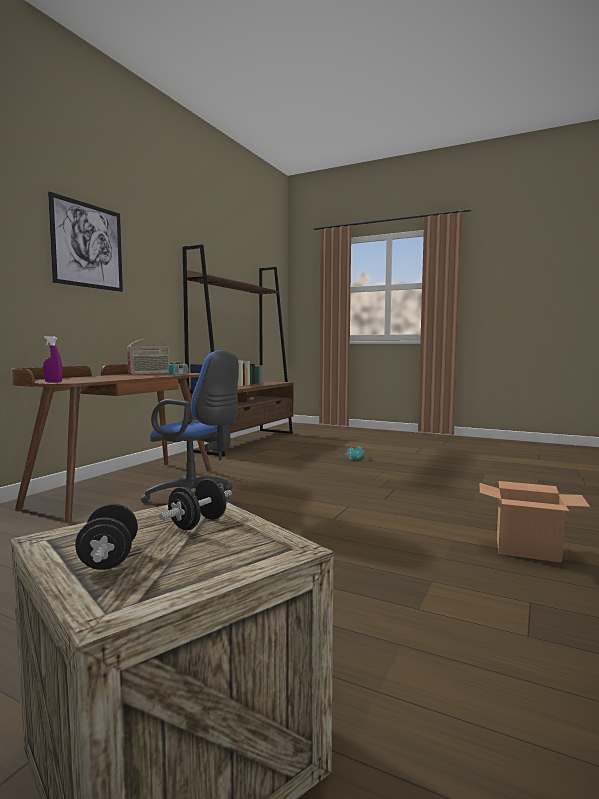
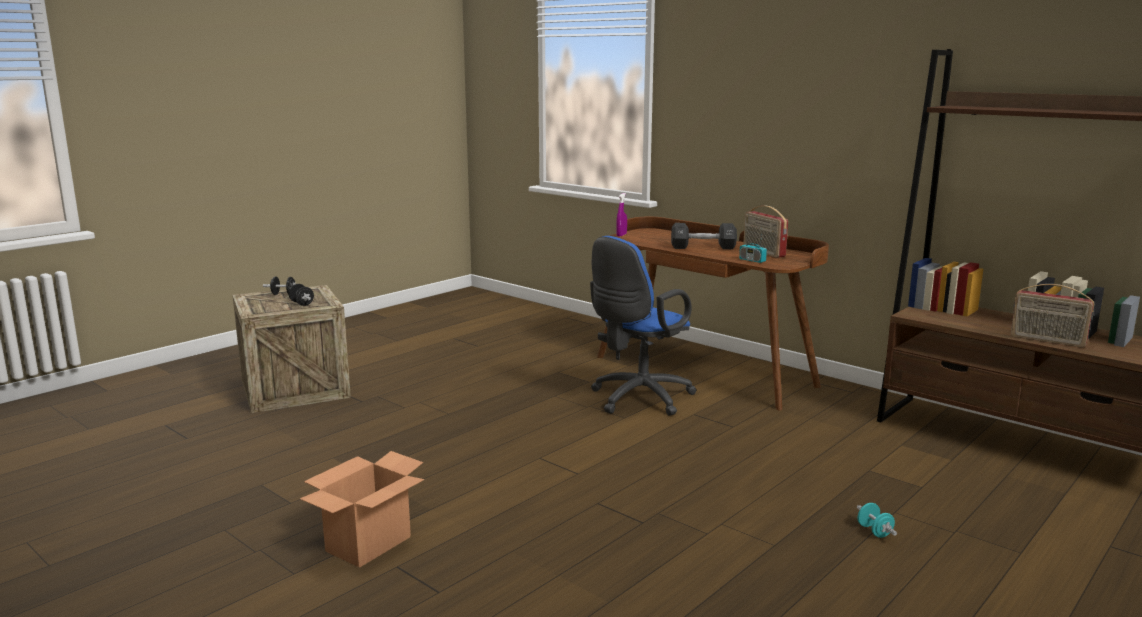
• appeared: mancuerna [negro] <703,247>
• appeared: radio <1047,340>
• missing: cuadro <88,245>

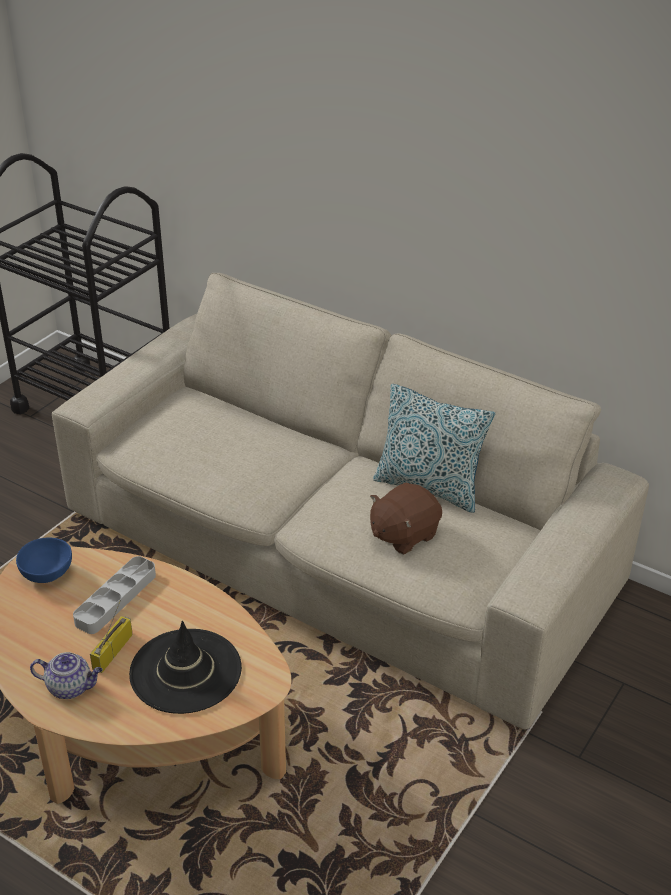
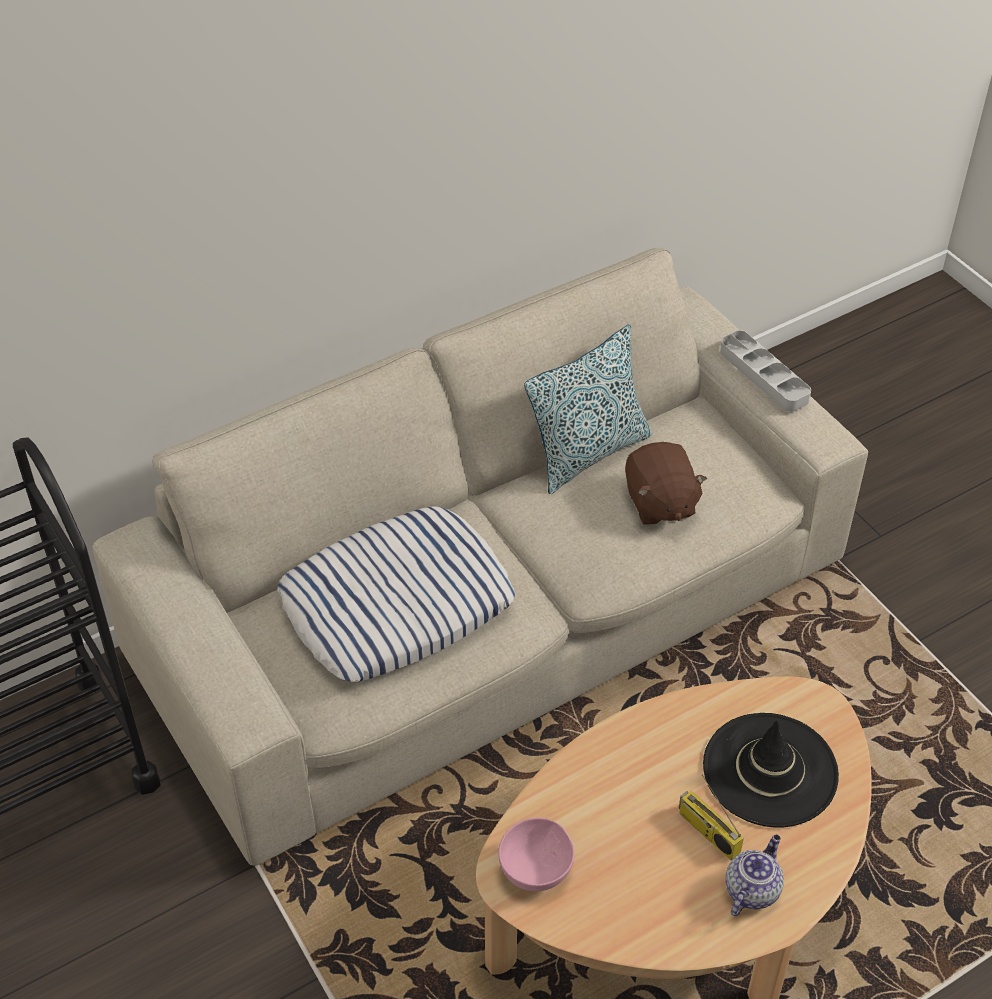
• appeared: cojín <397,603>
• colour: cuenco [azul] <48,574> to cuenco [rosa] <537,868>
• relocated: bandeja [gris] <116,599> to <764,375>

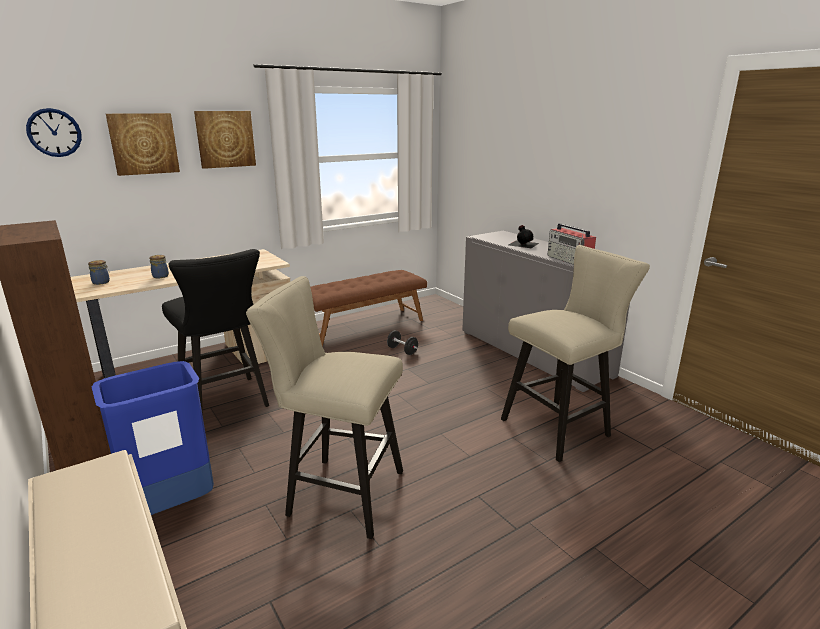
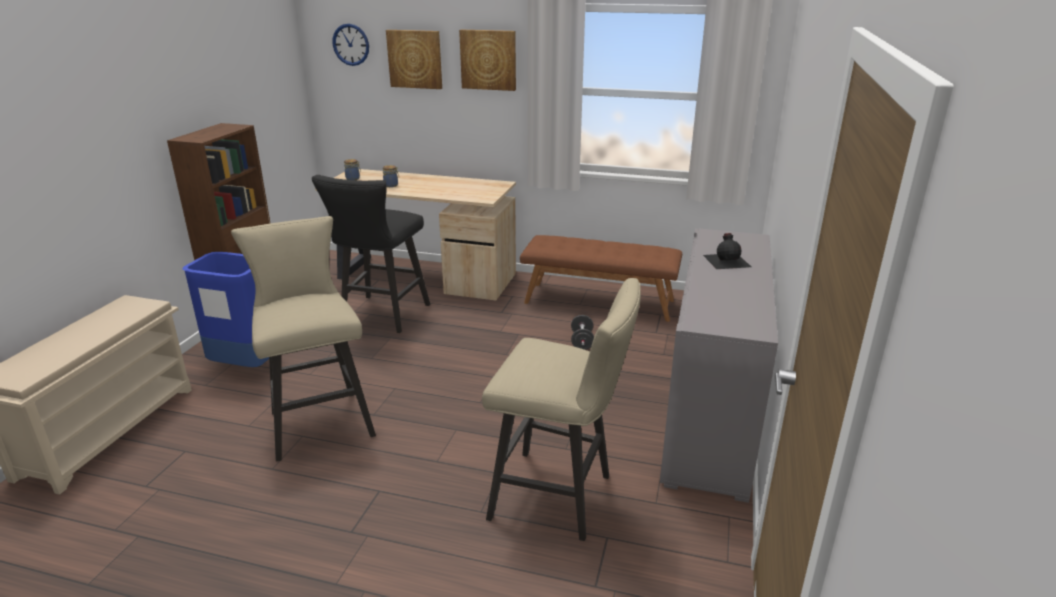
• missing: radio <569,260>

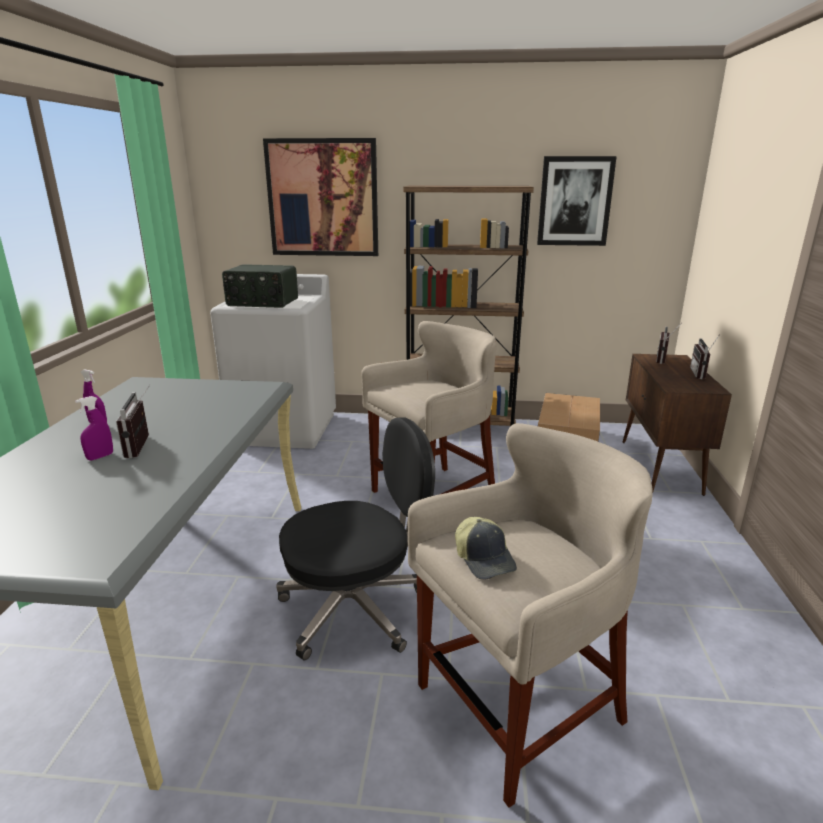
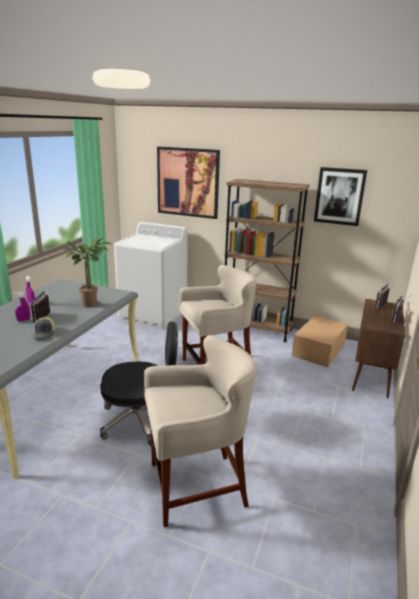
• relocated: gorra <485,559> to <45,333>
• appeared: planta en maceta <91,303>
• missing: radio <262,302>

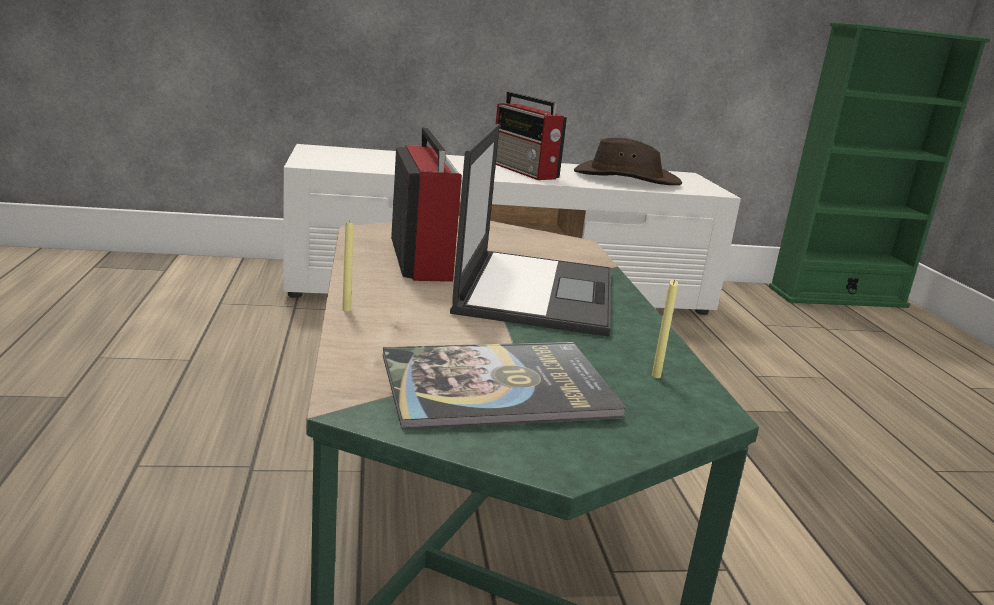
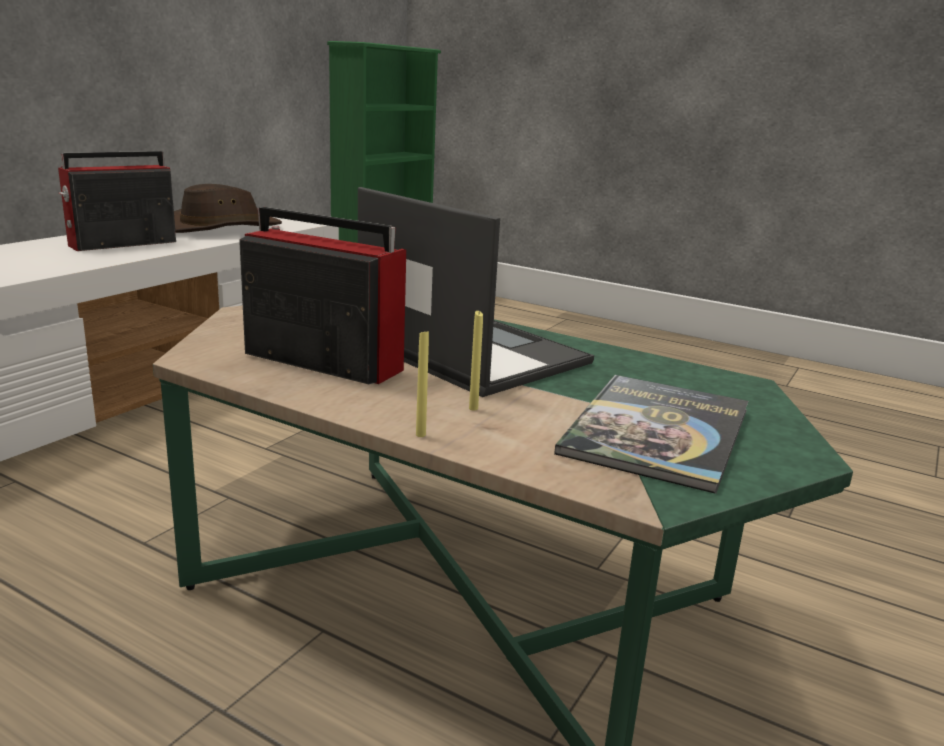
• spun: radio <525,171> = <121,244> 135 degrees clockwise
• relocated: vela [amarillo] <656,376> to <473,408>

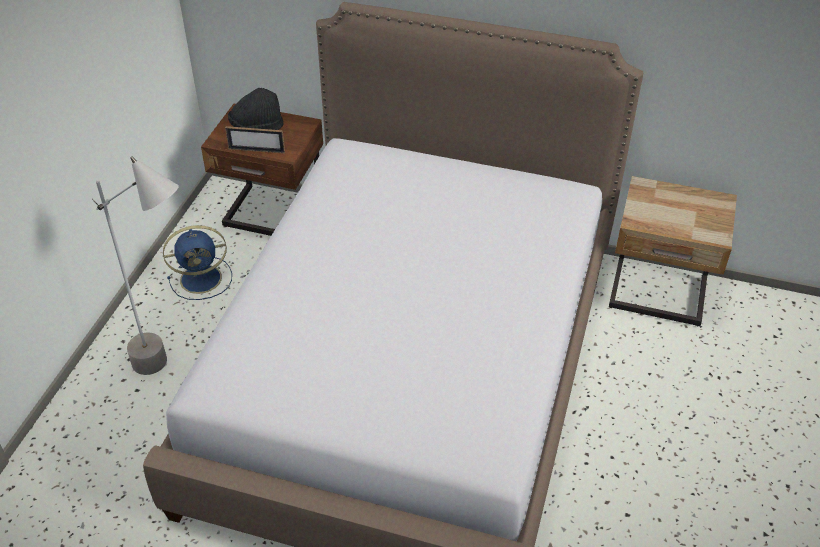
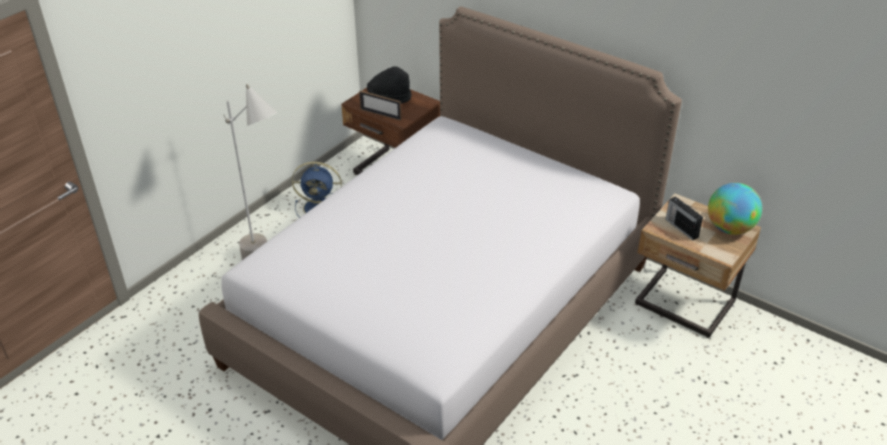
• appeared: radio <681,227>
• appeared: globo terráqueo <730,228>

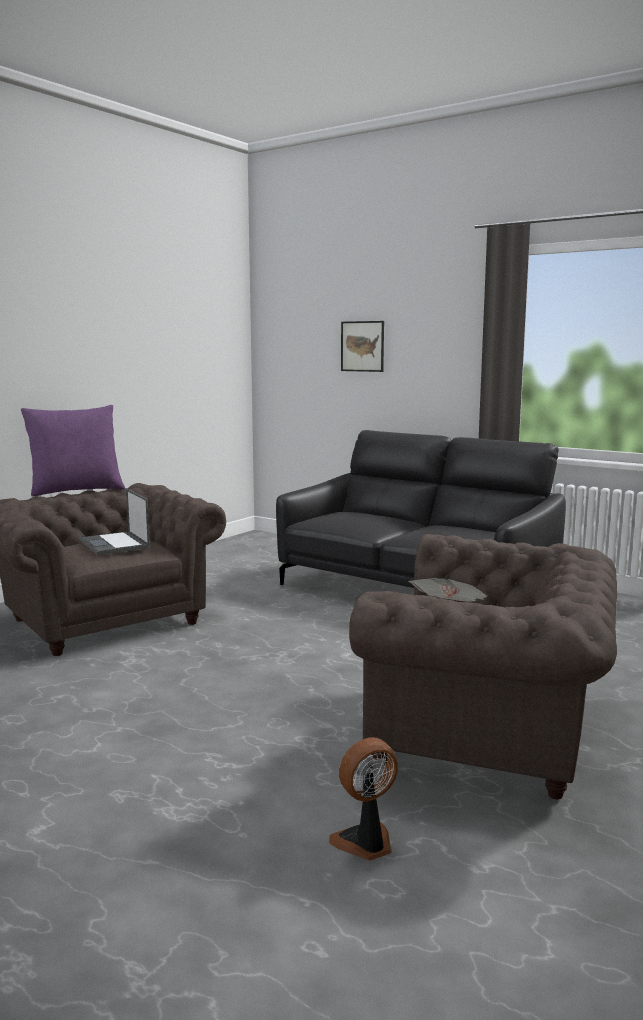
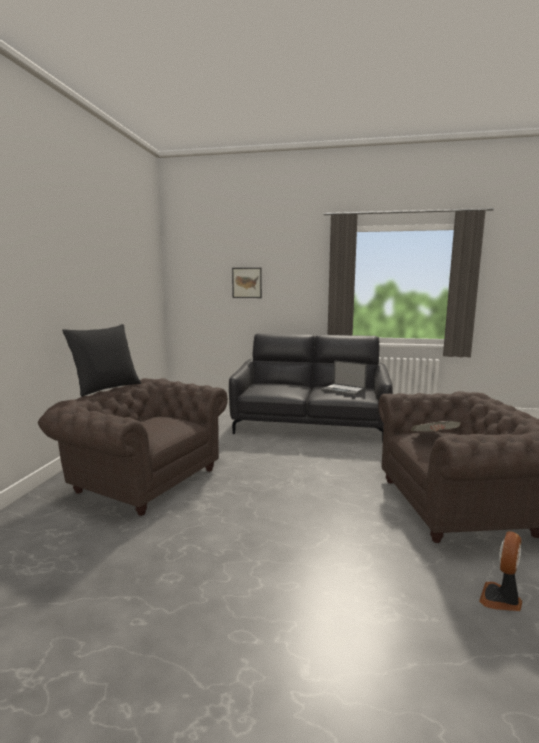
• colour: cojín [morado] <76,490> to cojín [negro] <106,388>
• relocated: portátil <115,544> to <344,390>

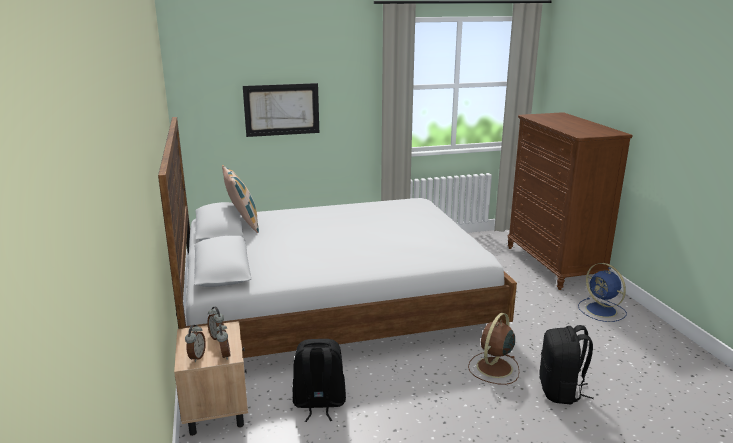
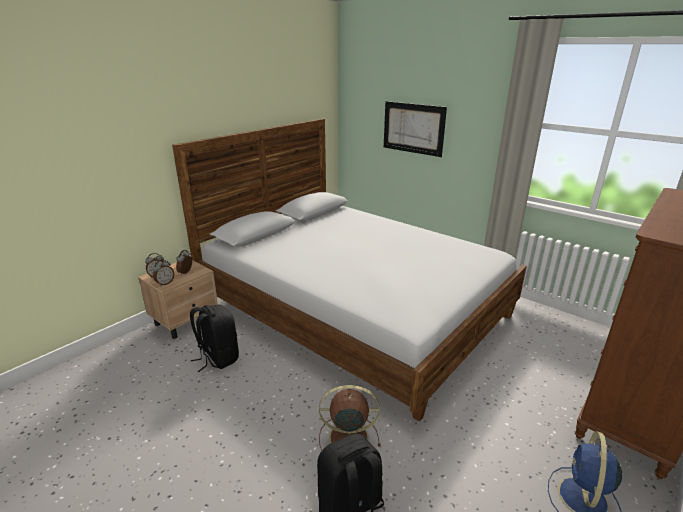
• missing: cojín <242,224>

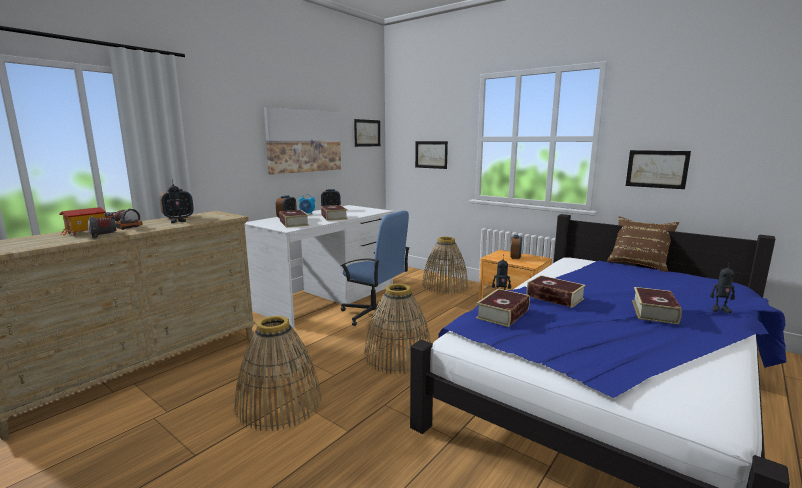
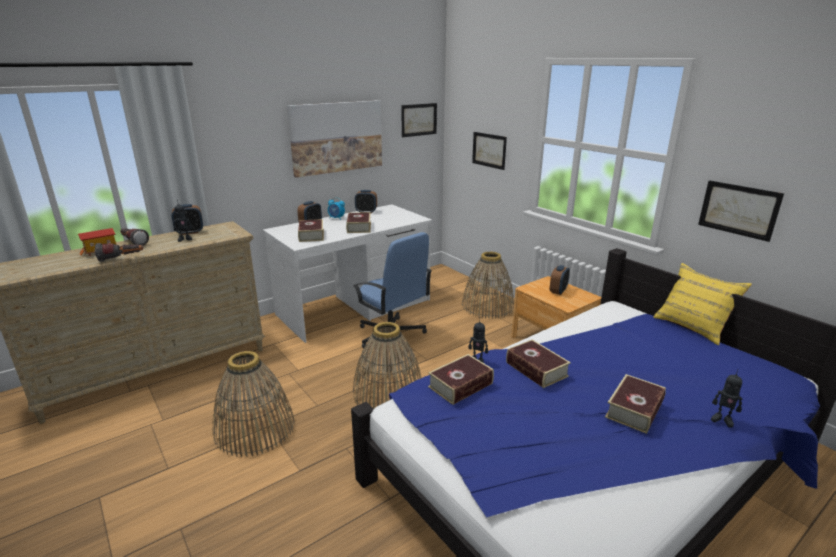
• colour: cojín [marrón] <639,264> to cojín [amarillo] <693,326>

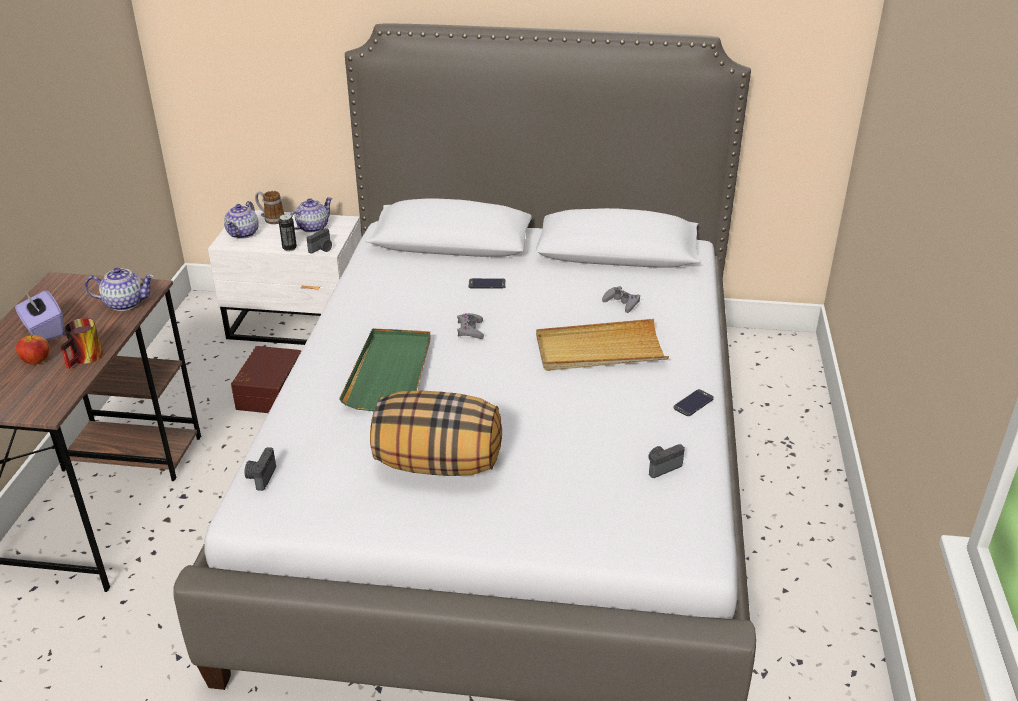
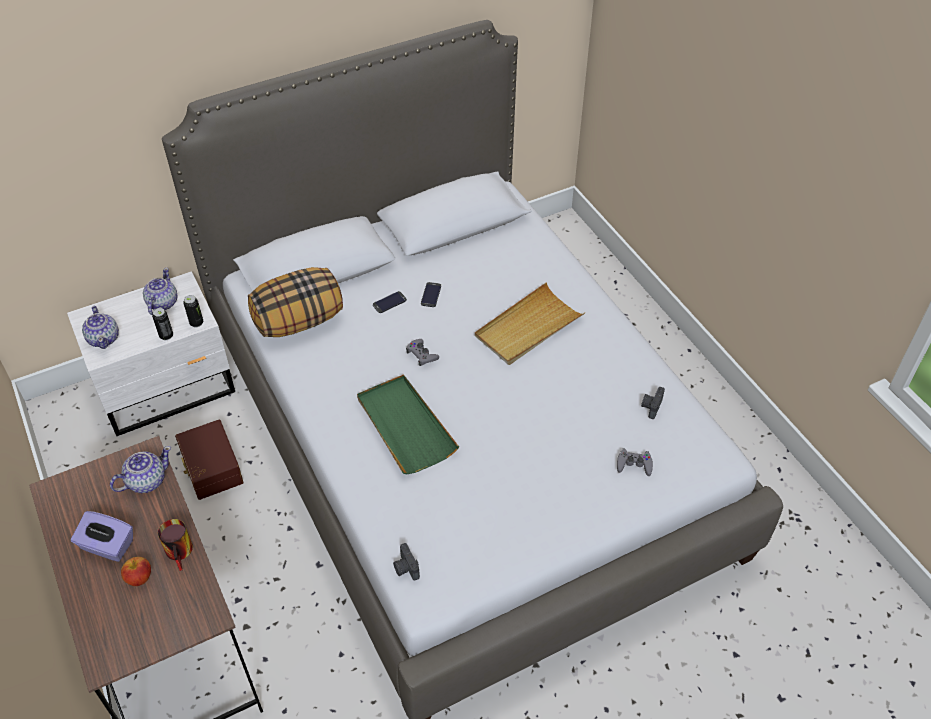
• exchanged: cámara <322,249> to lata <196,323>
• relocated: cojín <438,463> to <299,321>
• relocated: móvil <693,403> to <431,295>
• relocated: mando de consola [gris] <621,302> to <634,465>
• missing: taza grande <271,219>

